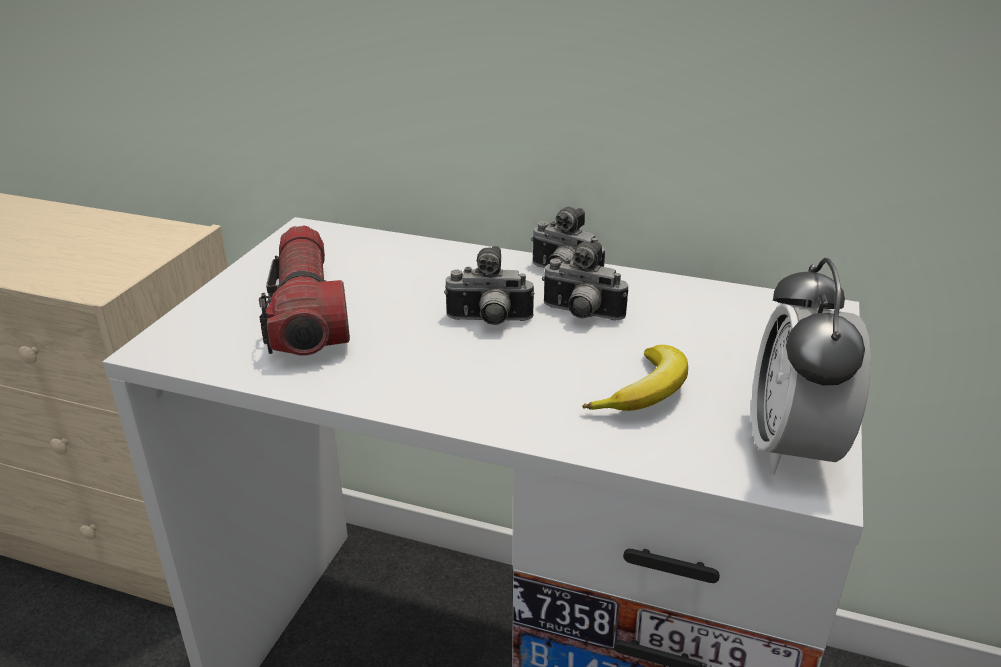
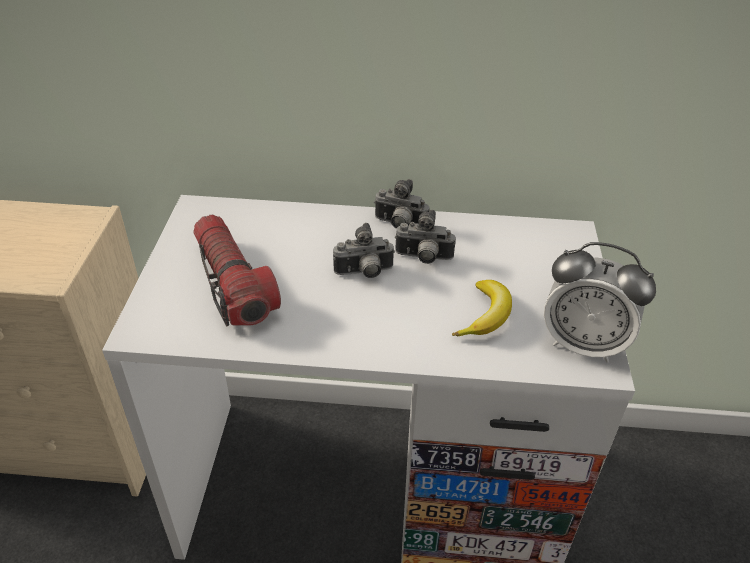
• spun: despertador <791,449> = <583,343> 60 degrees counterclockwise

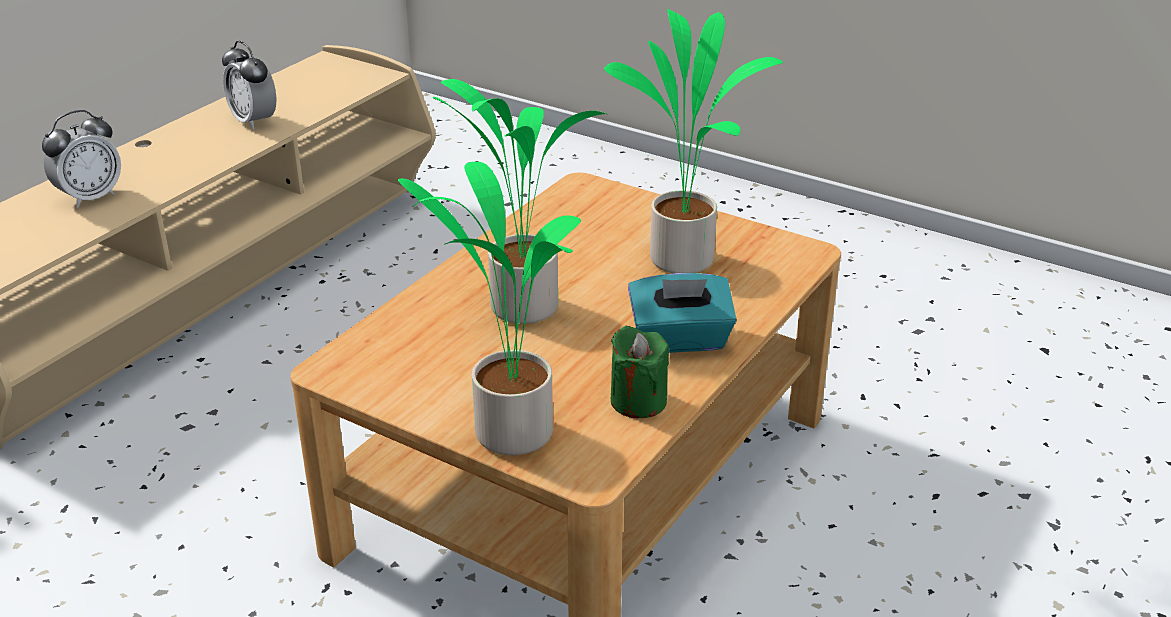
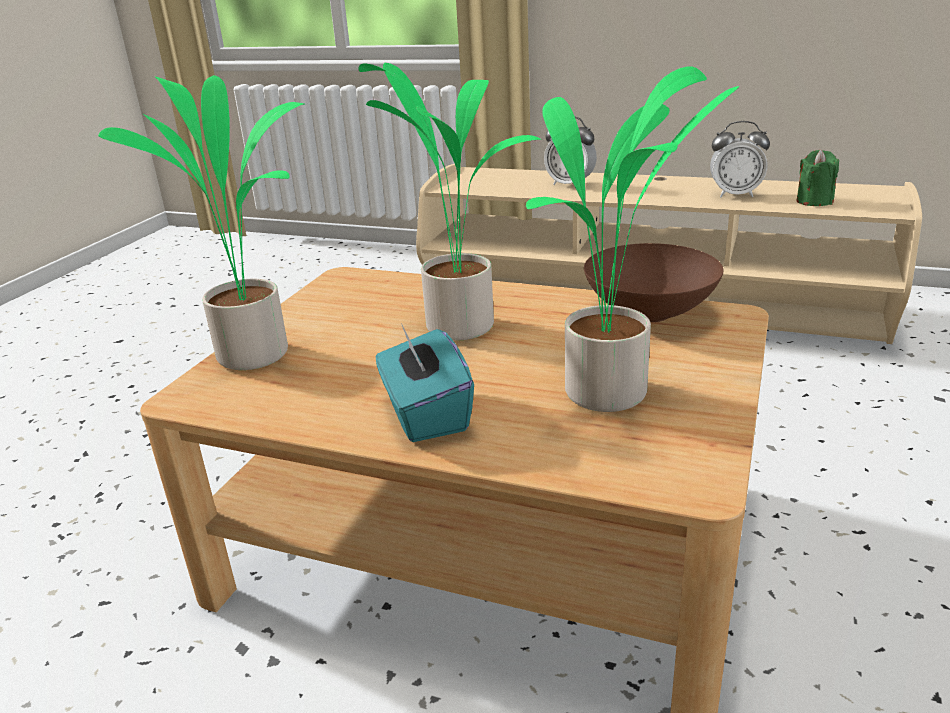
• appeared: cuenco [marrón] <649,313>
• spun: despertador <254,121> = <735,195> 120 degrees counterclockwise
• relocated: vela [verde] <638,401> to <814,201>

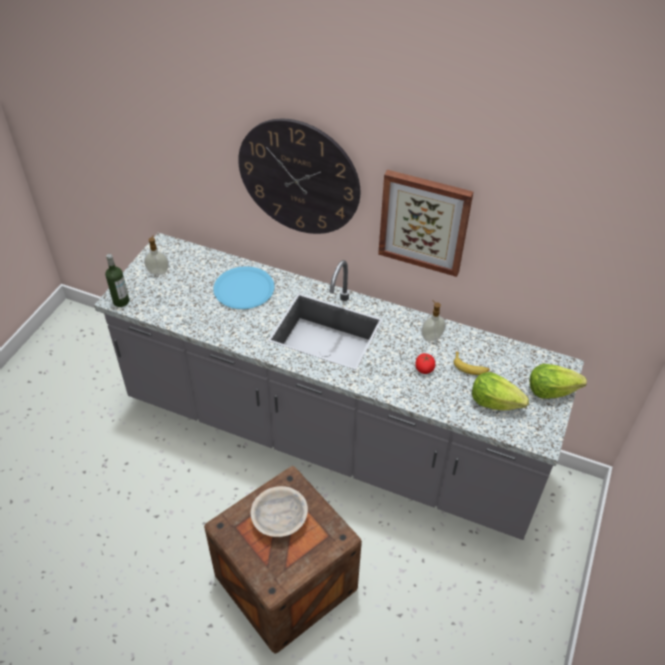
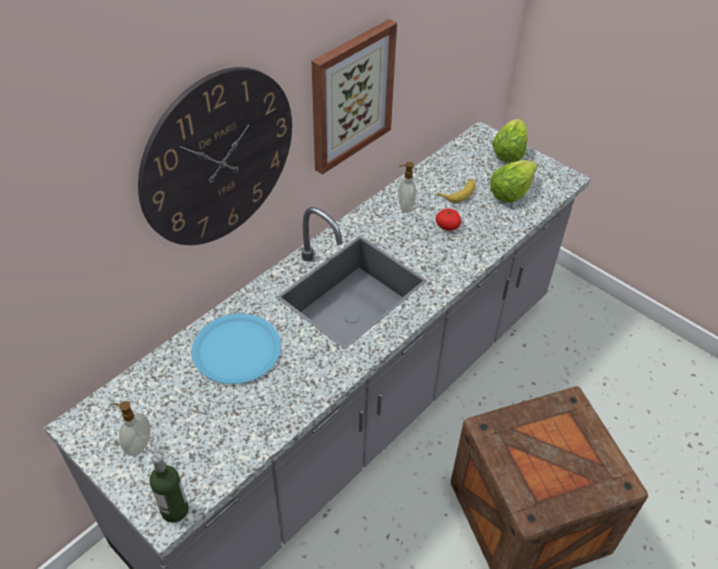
• missing: cuenco [beis] <280,519>

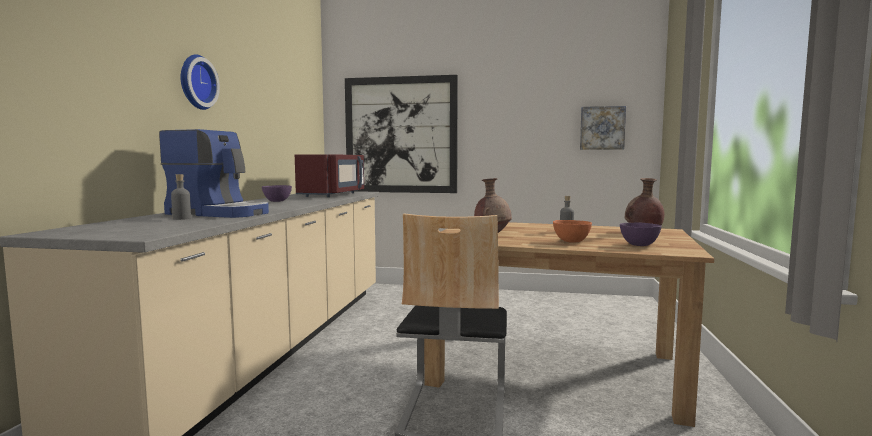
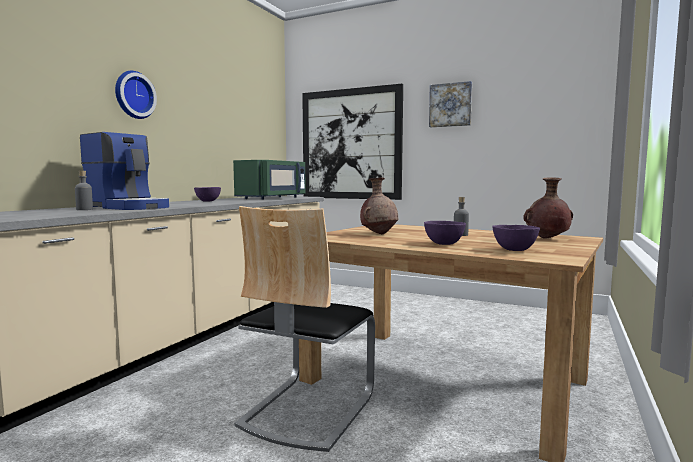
• colour: microondas [rojo] <333,195> to microondas [verde] <273,198>
• colour: cuenco [naranja] <570,241> to cuenco [morado] <443,244>
• relocated: cuadro <602,128> to <450,105>

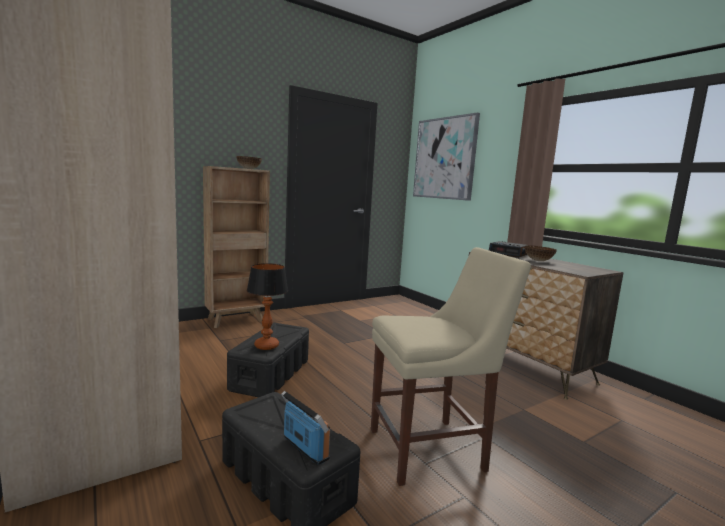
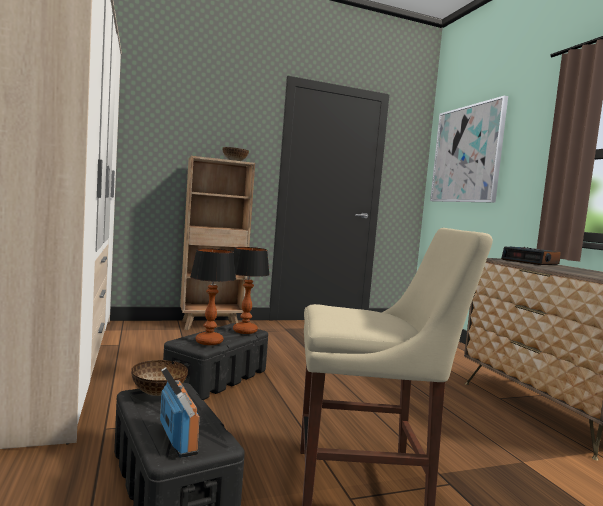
• relocated: cuenco <539,261> to <159,393>
• appeared: lámpara de mesa <244,331>

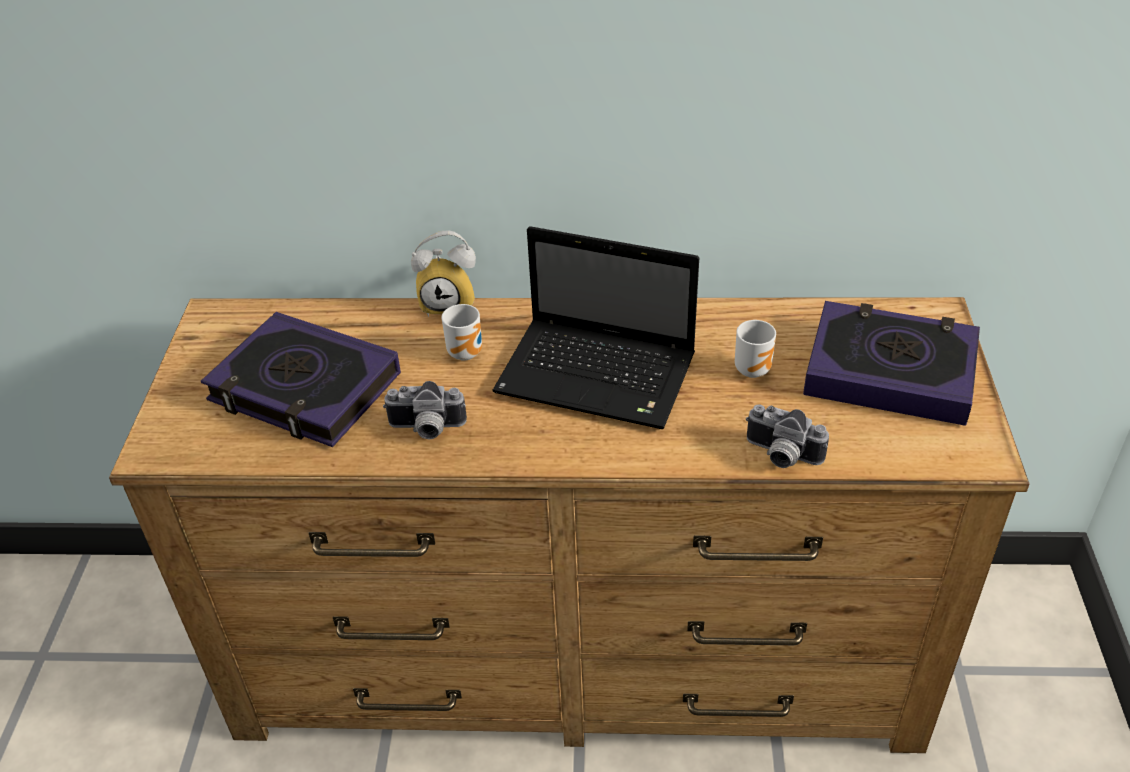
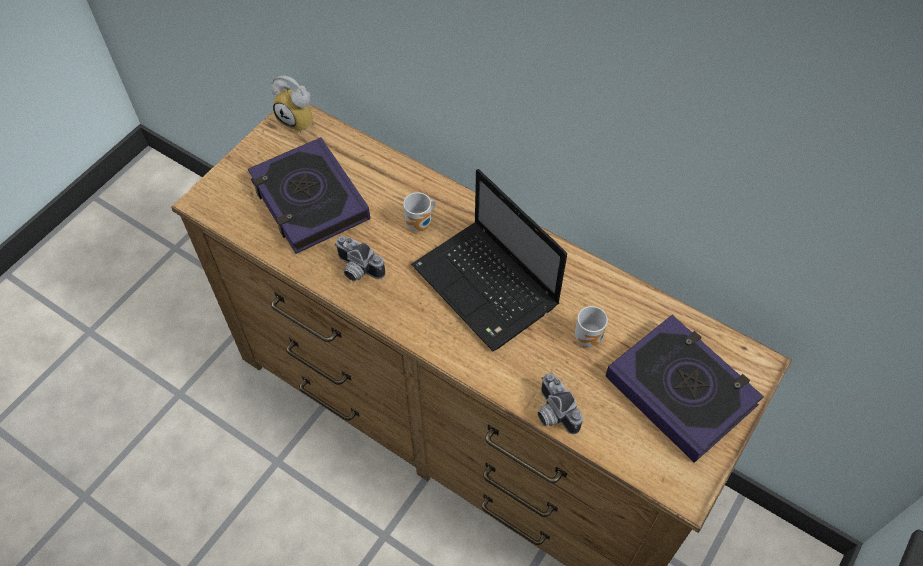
• relocated: despertador <450,303> to <300,119>

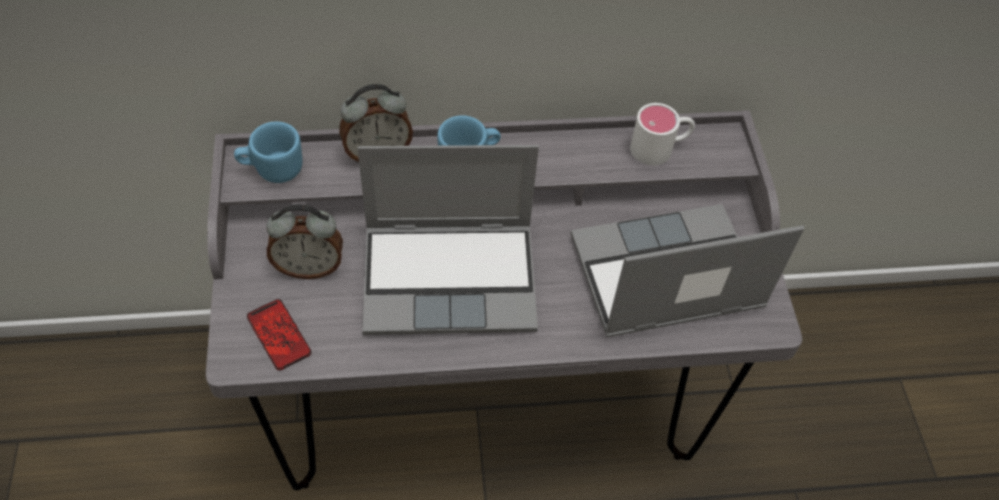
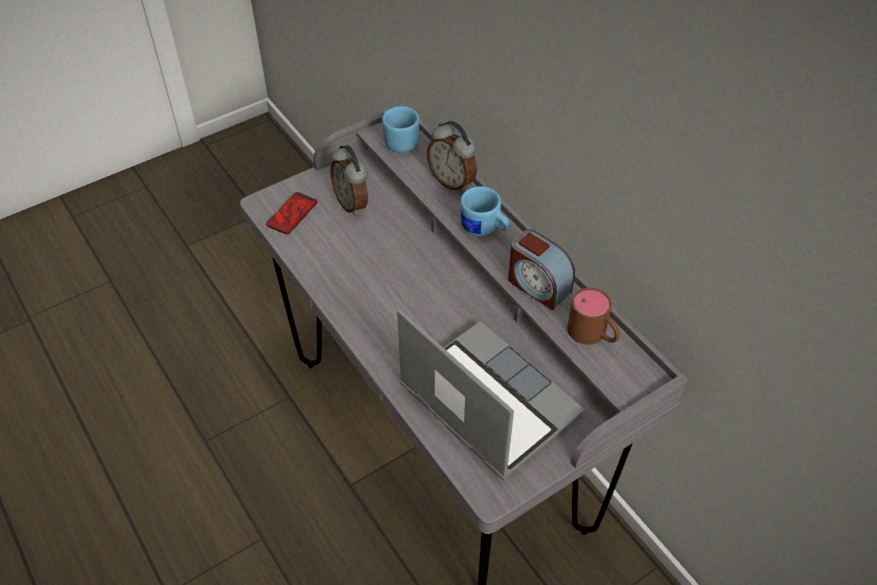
• appeared: despertador <538,285>
• colour: taza grande [blanco] <660,148> to taza grande [marrón] <593,334>
• missing: portátil <452,278>

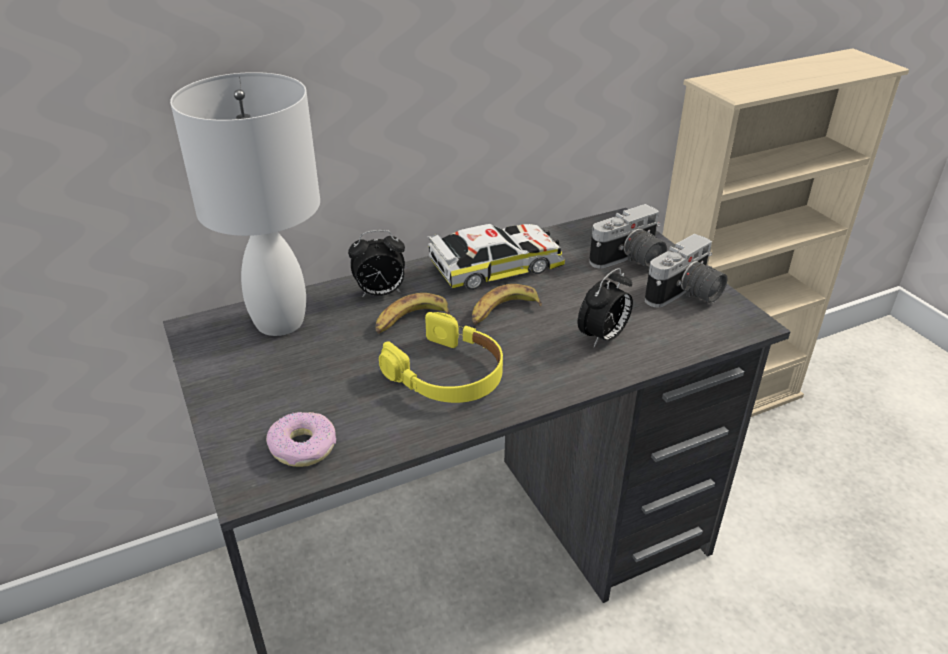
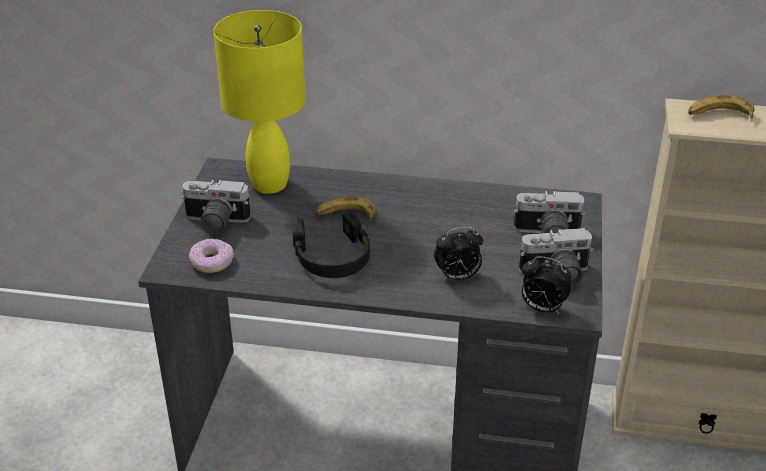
• appeared: cámara <215,223>
• colour: lámpara de mesa [blanco] <277,322> to lámpara de mesa [amarillo] <268,183>
• colour: auriculares [amarillo] <448,374> to auriculares [negro] <332,257>
• relocated: despertador <380,293> to <542,308>
• relocated: plátano <503,312> to <719,115>
• missing: coche de juguete <496,267>

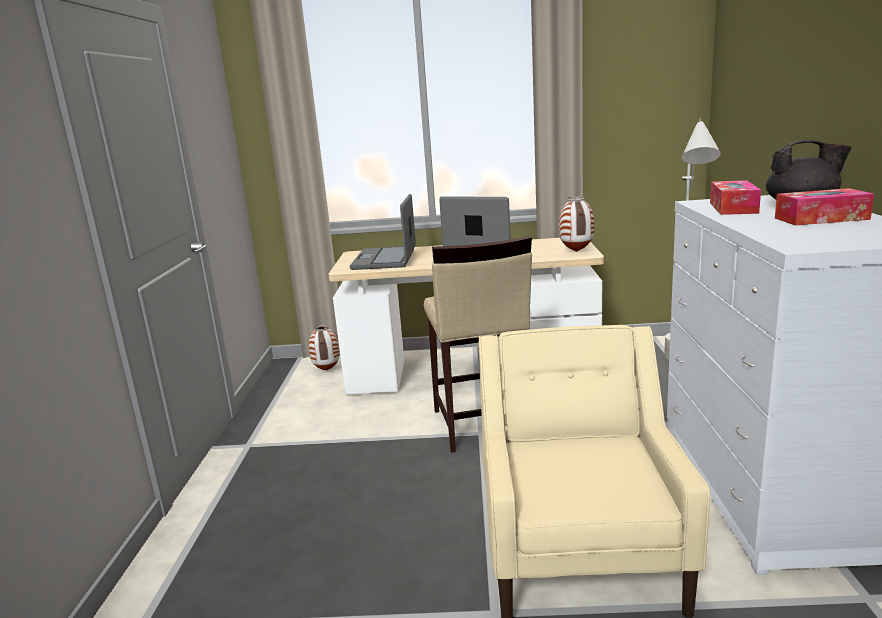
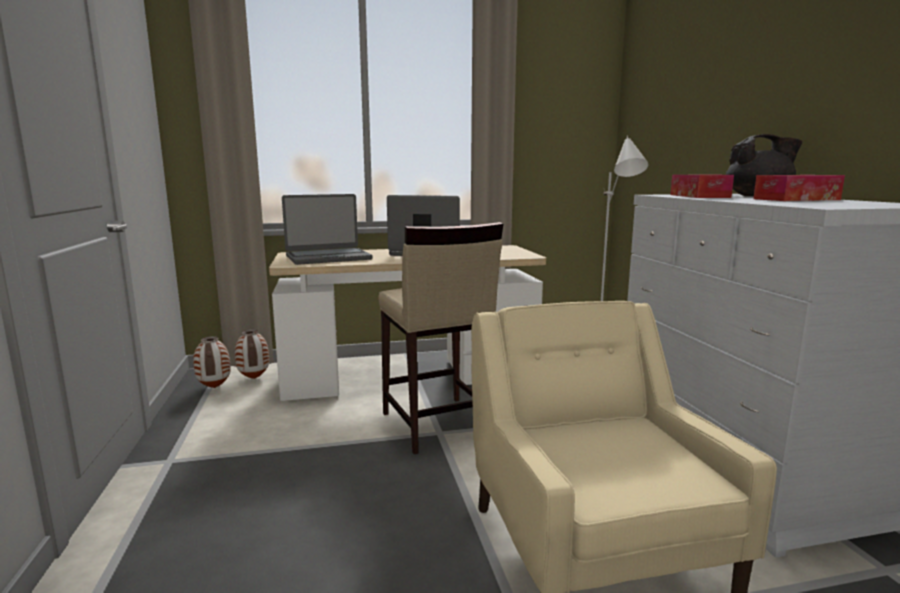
• relocated: florero <577,251> to <215,388>
• spun: portátil <385,259> = <328,257> 105 degrees counterclockwise

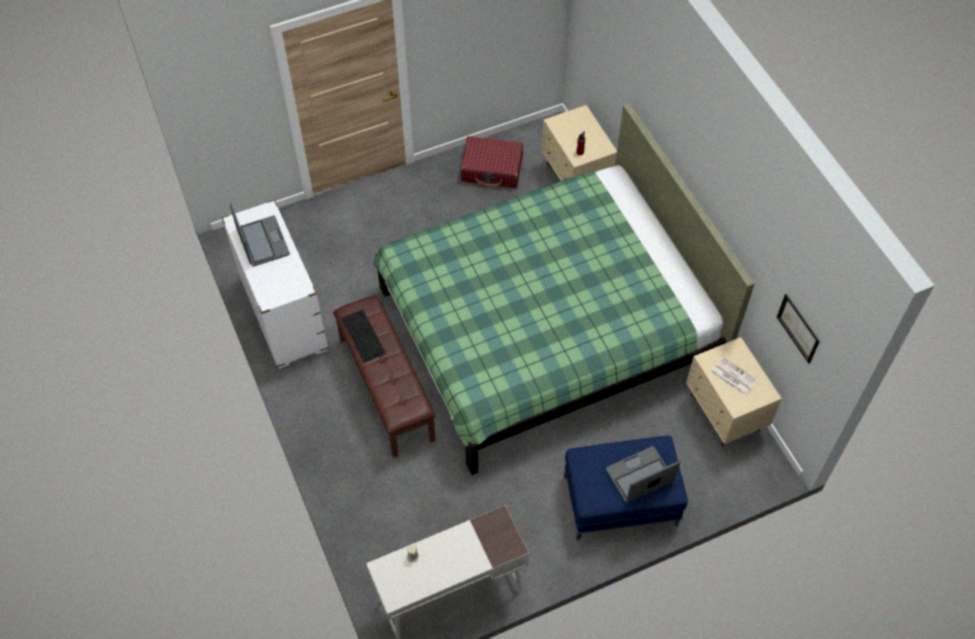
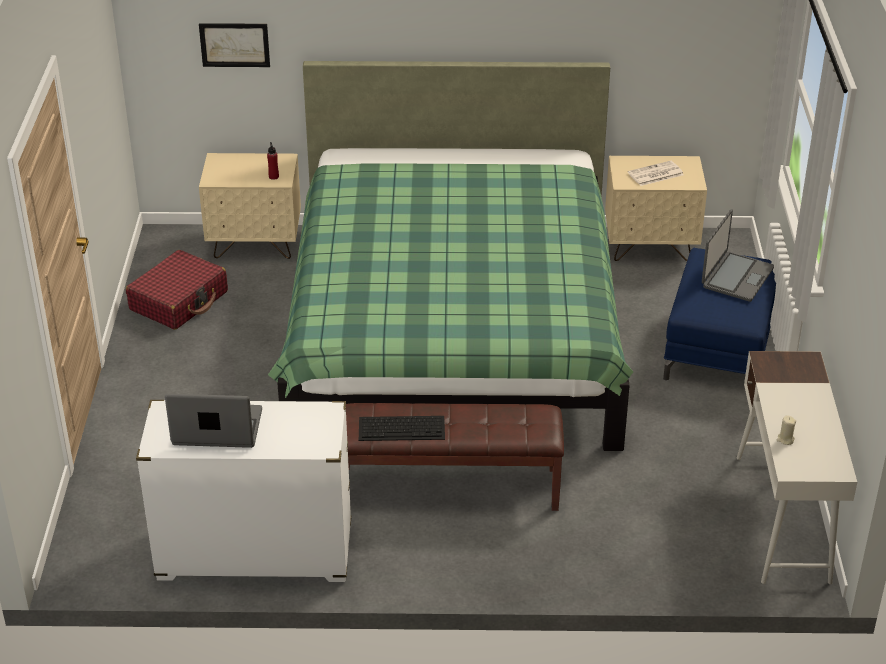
• relocated: cuadro <798,328> to <234,44>
• spun: portátil <640,476> = <736,277> 150 degrees counterclockwise

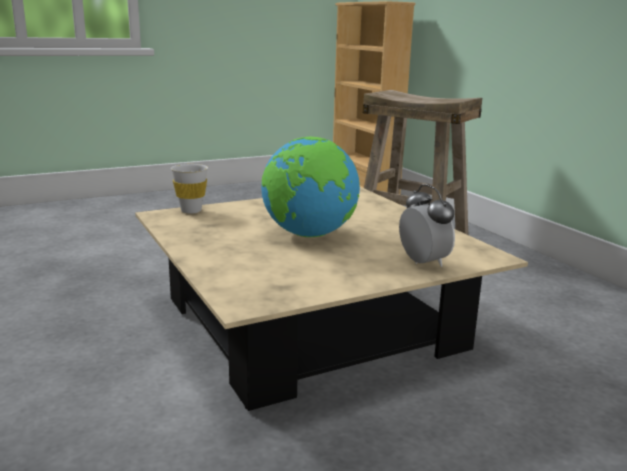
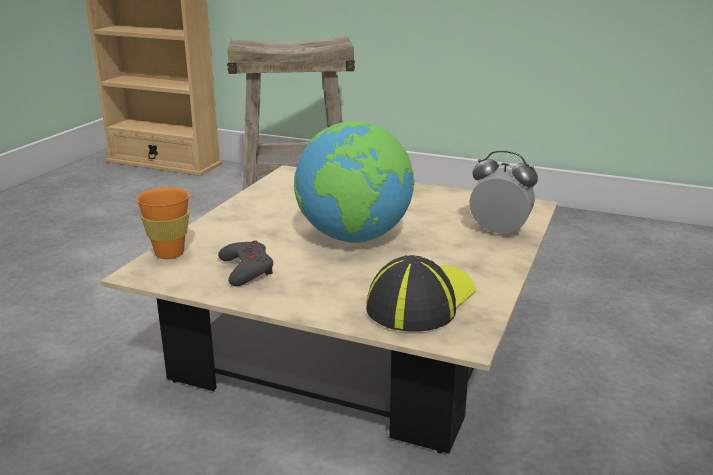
• colour: taza [blanco] <191,211> to taza [naranja] <169,254>
• appeared: mando de consola [gris] <246,269>
• appeared: gorra <421,301>

